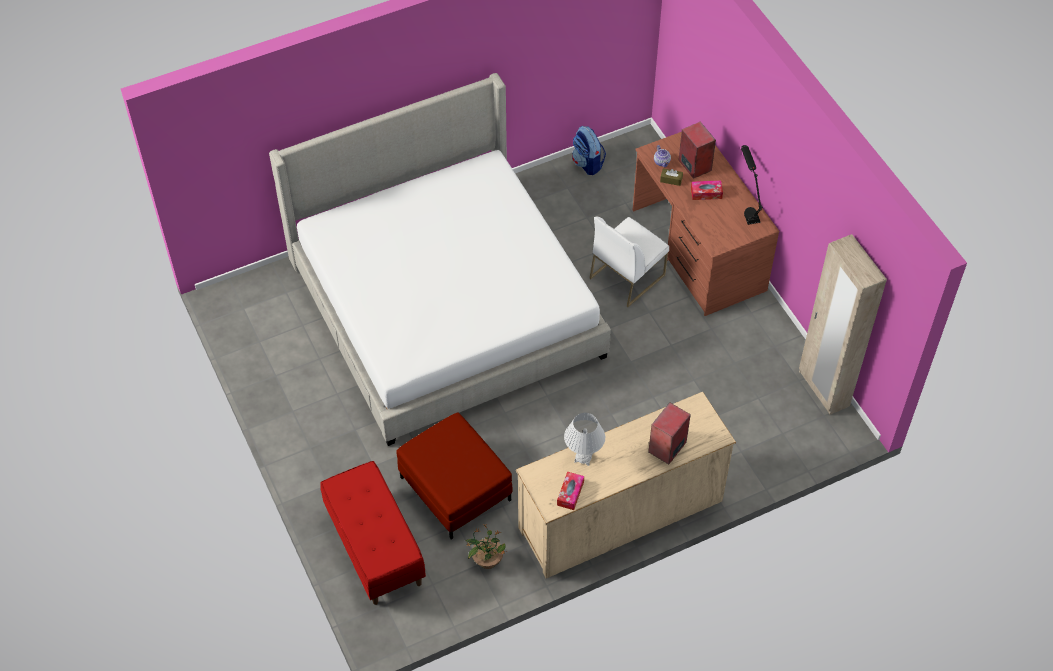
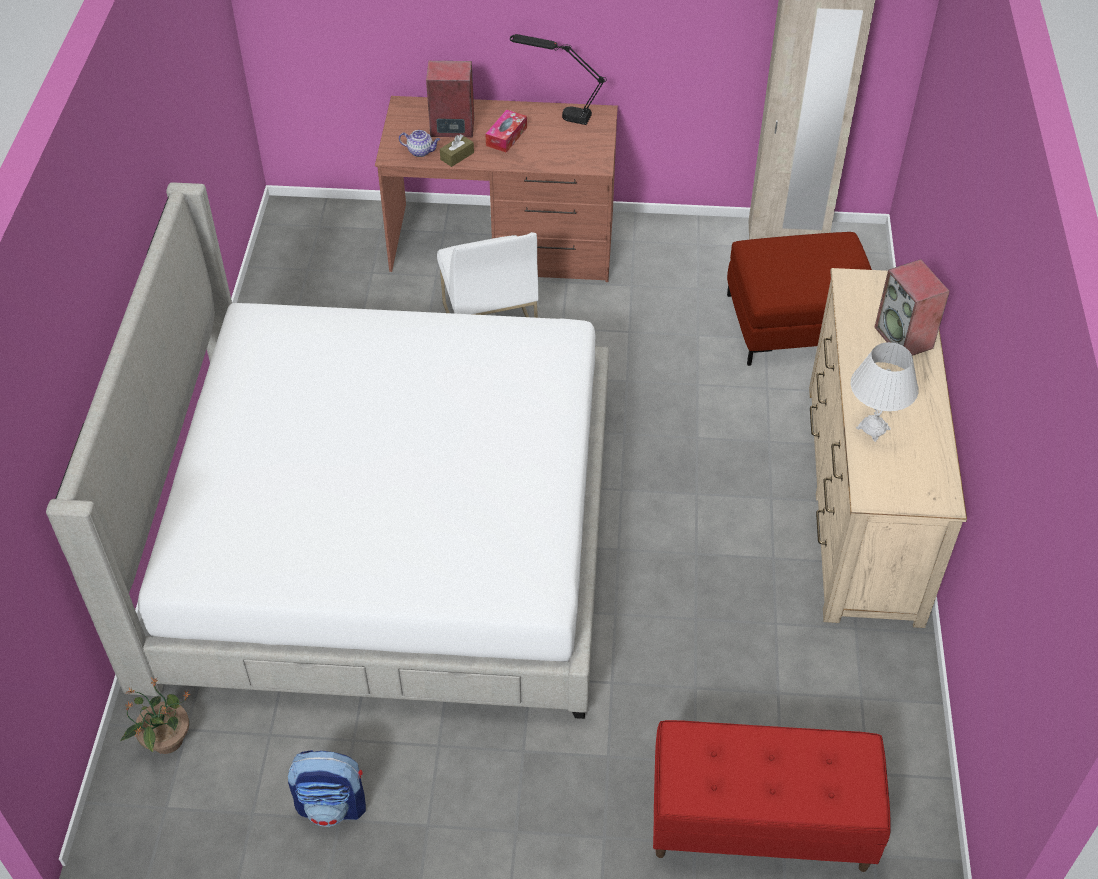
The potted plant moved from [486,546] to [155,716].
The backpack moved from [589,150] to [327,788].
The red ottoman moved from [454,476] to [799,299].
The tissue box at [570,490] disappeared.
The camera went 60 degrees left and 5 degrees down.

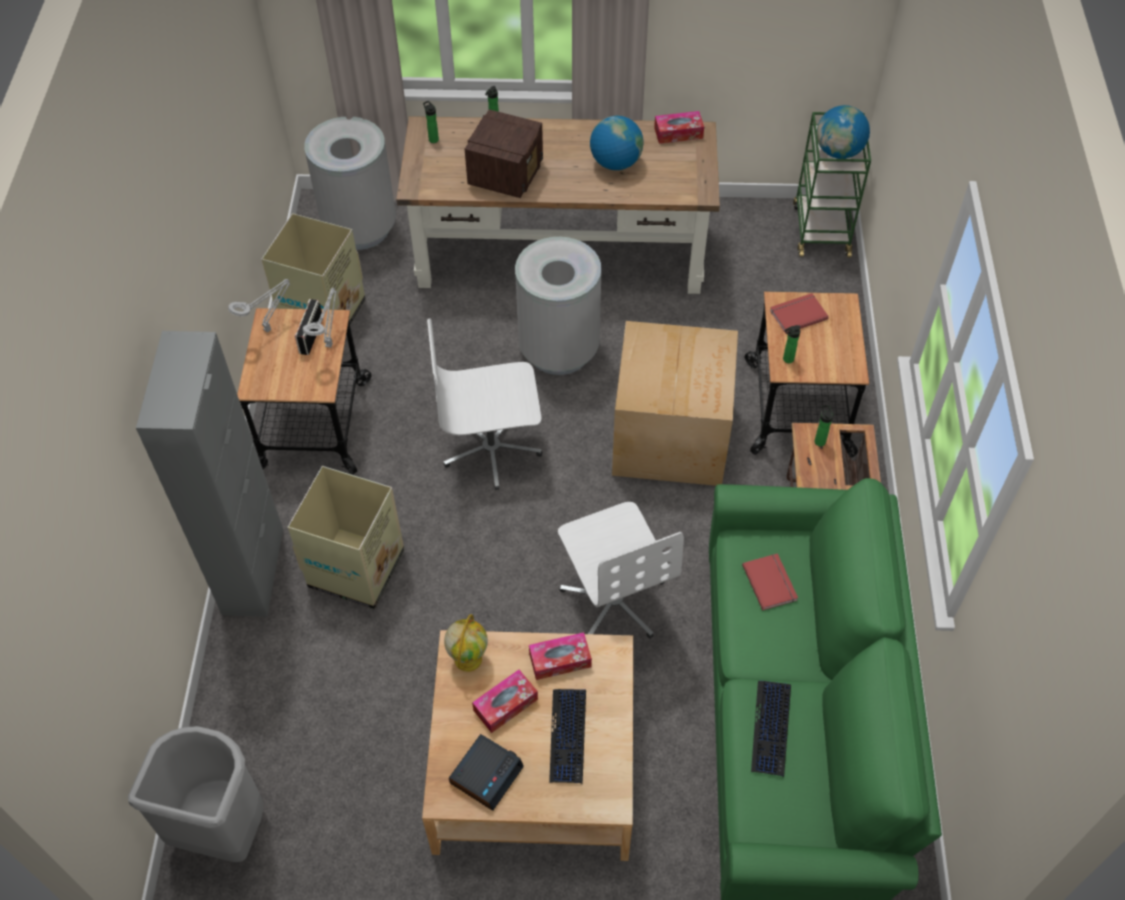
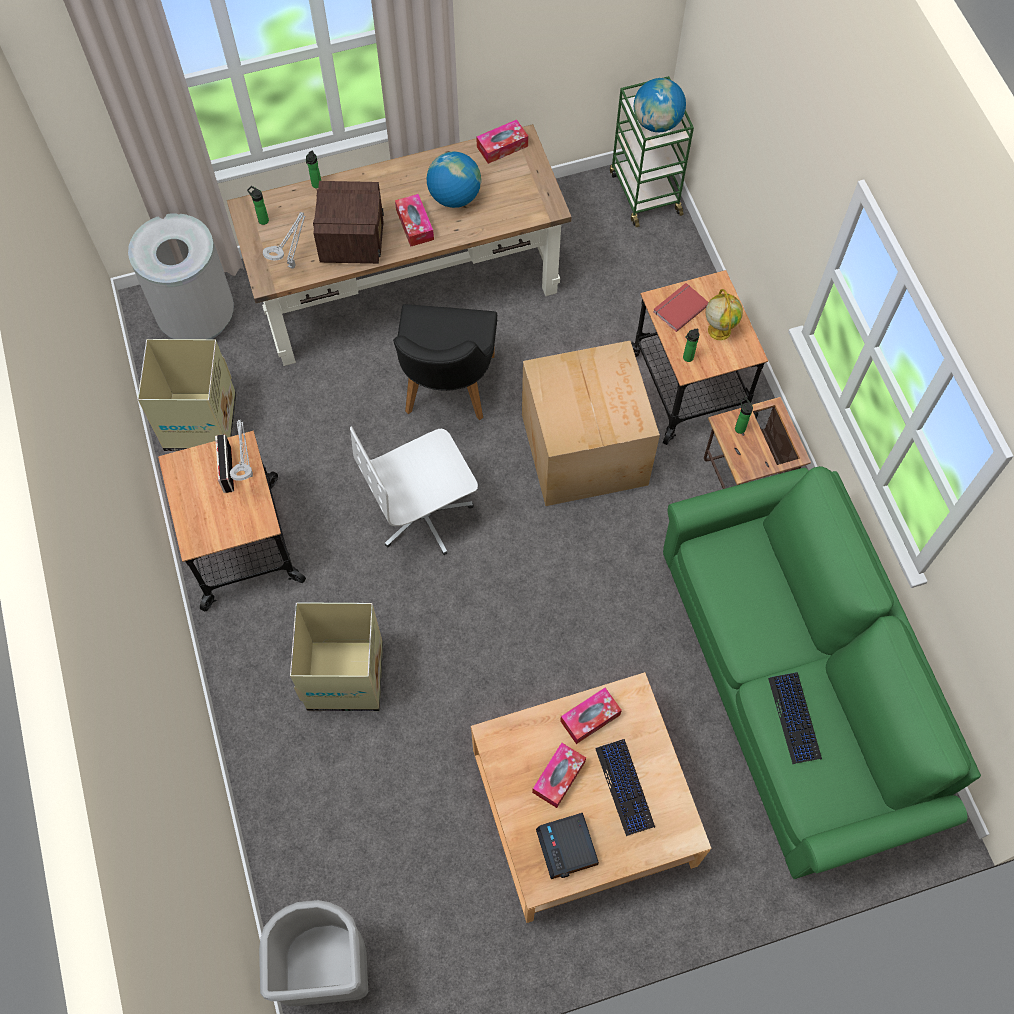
The grey table lamp moved from [259,306] to [284,240].
The grey trash can at [558,306] was replaced by the black chair at [445,362].
The tissue box at [414,220] appeared.
The alarm clock at [486,772] turned 150 degrees clockwise.
The globe moved from [466,643] to [724,315].
The grey cabinet at [209,474] disappeared.
The white office chair at [621,570] disappeared.
The red book at [770,582] disappeared.
The camera went 20 degrees left and 10 degrees up.

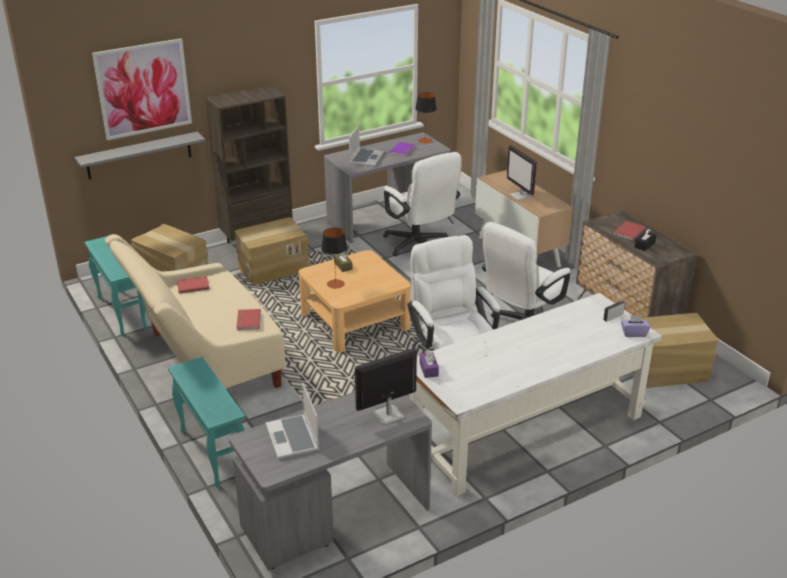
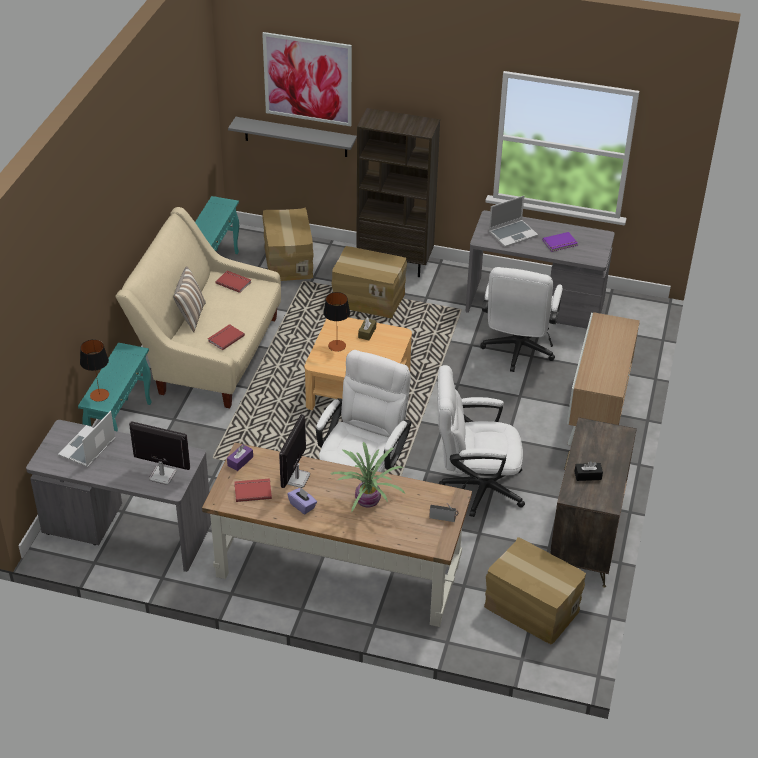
The table lamp moved from [426,118] to [94,370].
The pillow at [189,299] appeared.
The white desk at [535,394] became the brown desk at [337,535].
The red book moved from [629,231] to [253,490].
The monitor moved from [522,173] to [294,451].
The purple tissue box moved from [636,326] to [302,501].
The potted plant at [367,477] appeared.
The camera went 45 degrees right and 10 degrees up.

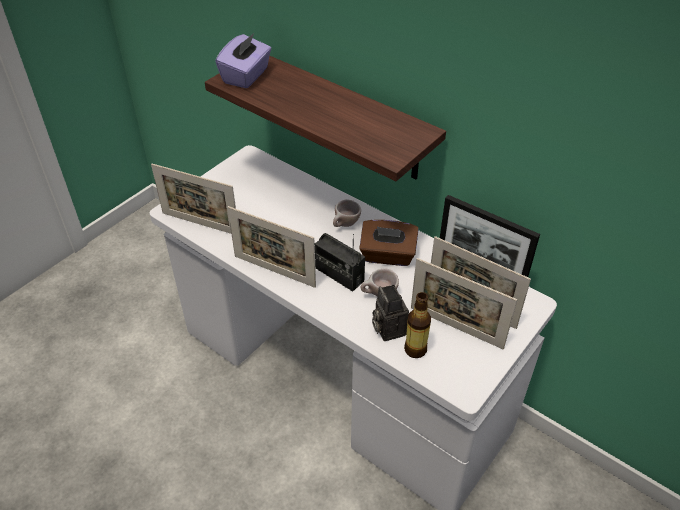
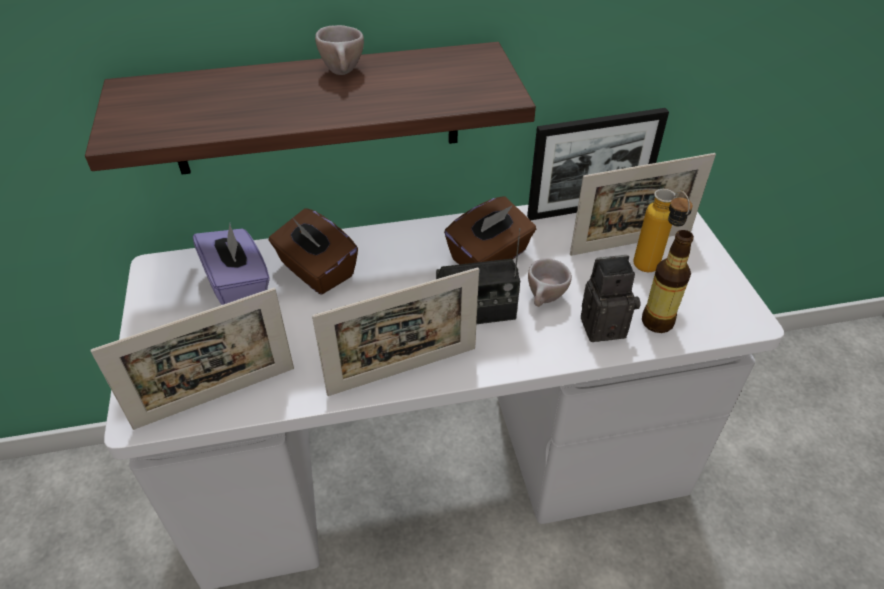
The purple tissue box moved from [243,60] to [231,264].
The brown tissue box at [313,251] appeared.
The beige cup moved from [347,213] to [339,50].
The photo camera at [390,313] turned 150 degrees clockwise.
The picture frame at [464,303] was replaced by the bottle at [663,230].
The camera went 50 degrees left and 0 degrees up.

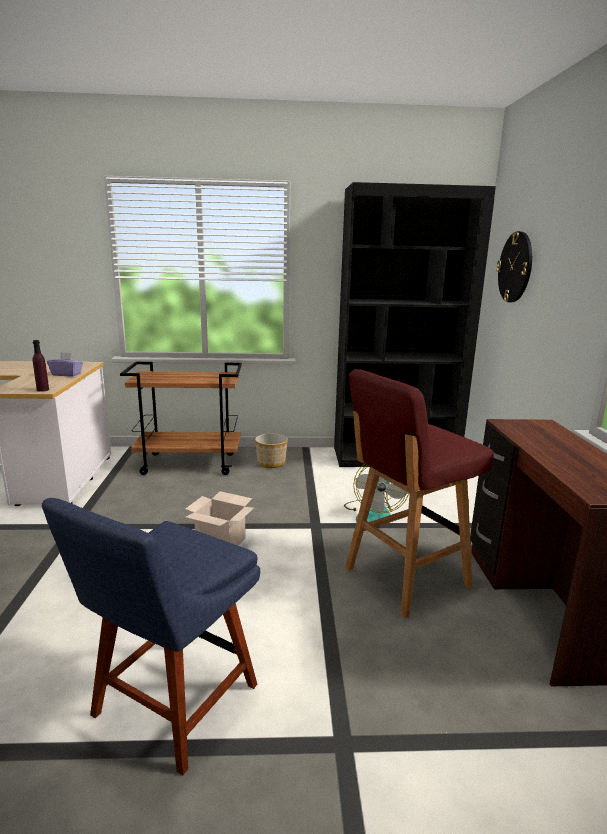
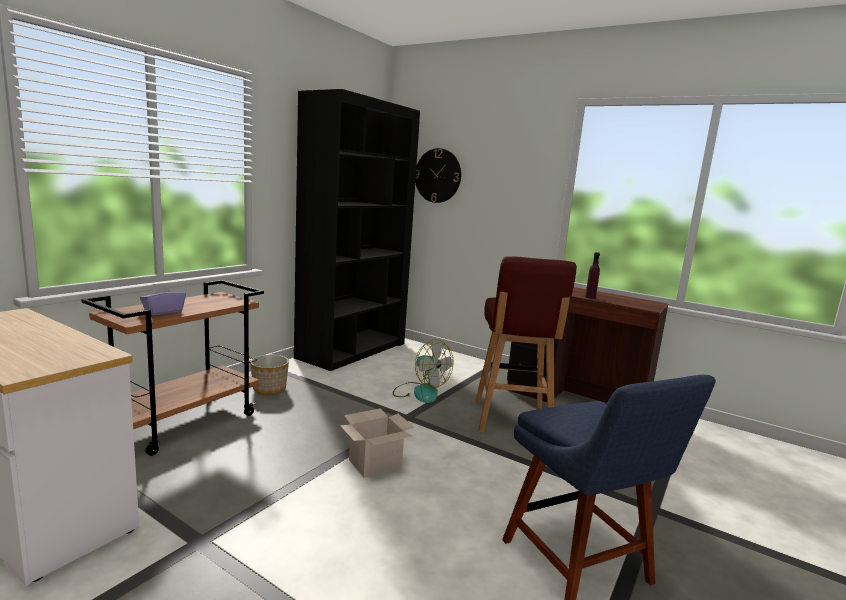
The purple tissue box moved from [65,364] to [163,298].
The purple bottle moved from [41,366] to [592,275].
The camera went 55 degrees left and 5 degrees down.

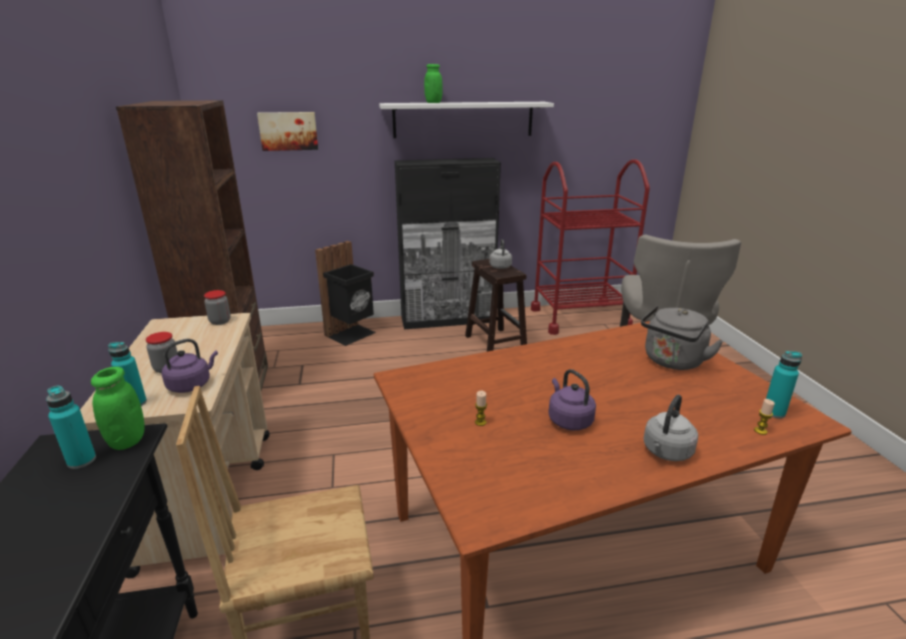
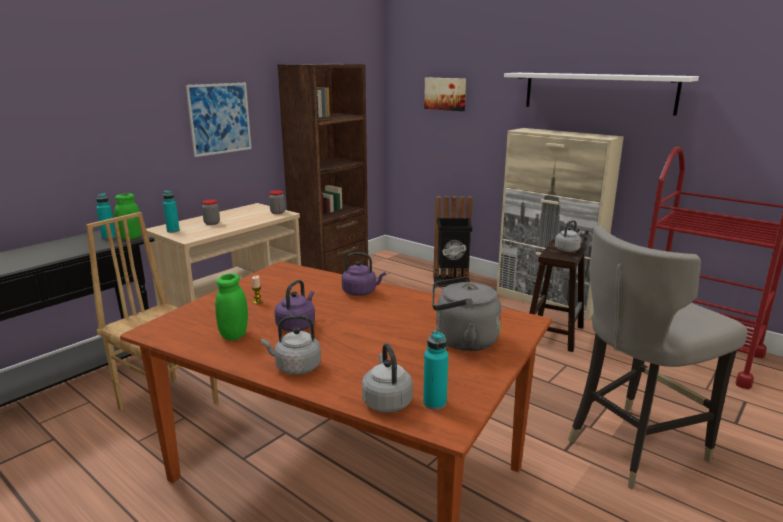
The picture at [218,120] appeared.
The green jar moved from [433,83] to [231,307].
The purple kettle moved from [190,366] to [364,274].
The candle at [764,417] was replaced by the grey kettle at [387,378].
The black cabinet at [447,243] became the beige cabinet at [560,224].
The camera went 50 degrees right and 5 degrees down.

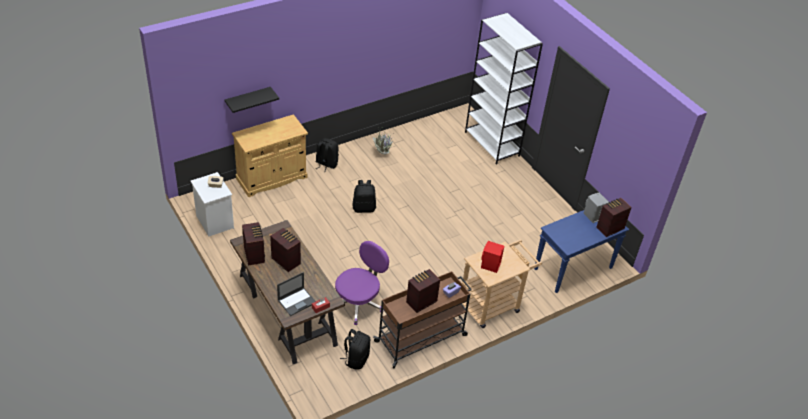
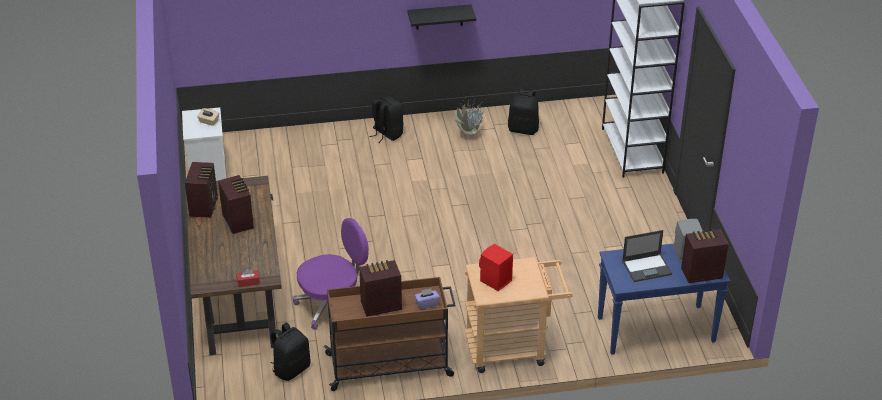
The black shelf moved from [252,100] to [441,17].
The black backpack moved from [364,196] to [523,112].
The laptop moved from [296,294] to [647,256].
The beige cabinet at [270,155] disappeared.
The camera went 25 degrees right and 5 degrees down.

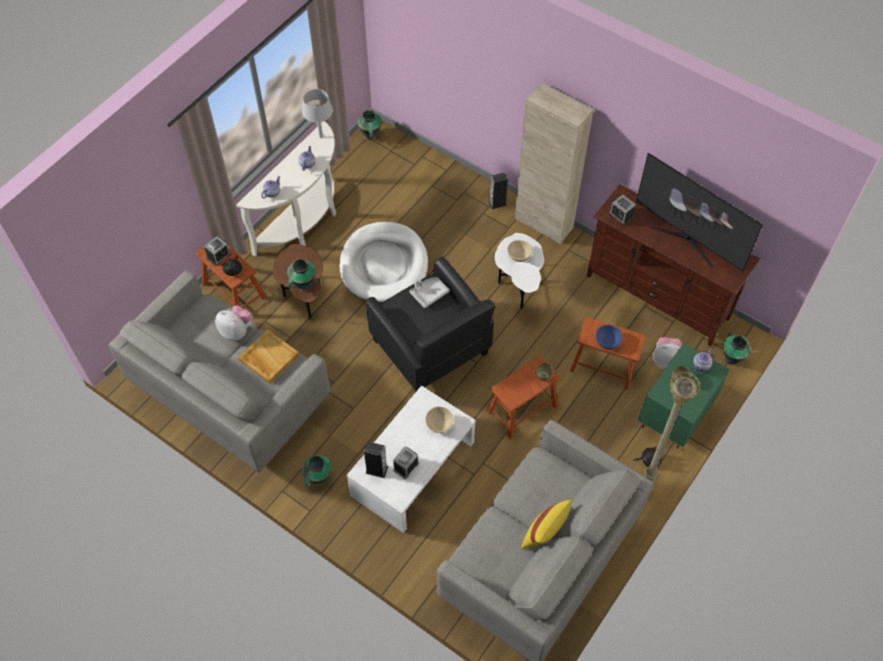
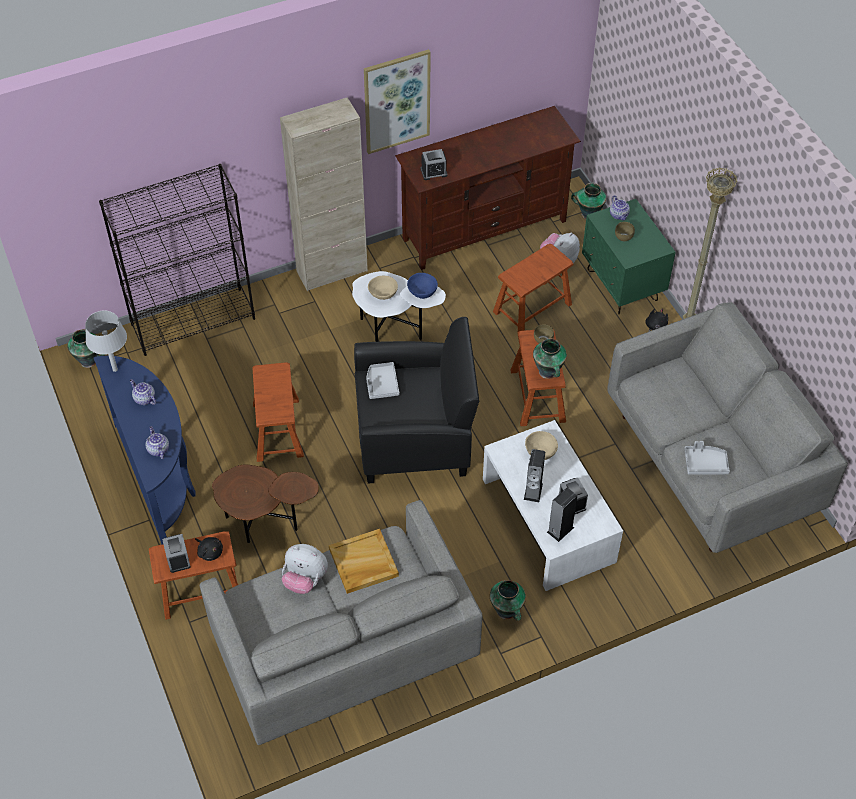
The white console table at [286,189] became the blue console table at [145,450].
The black bookcase at [177,260] appeared.
The white dog bed at [384,262] was replaced by the brown stool at [278,412].
The plush toy at [234,323] turned 135 degrees counterclockwise.
The picture at [397,101] appeared.
The blue bowl moved from [609,337] to [422,286].
The speaker moved from [498,190] to [534,475].
The vase moved from [301,275] to [550,358].
The grey tray at [707,458] appeared.
The yellow pillow at [546,524] disappeared.
The television at [699,212] disappeared.
The camera went 60 degrees left and 5 degrees down.

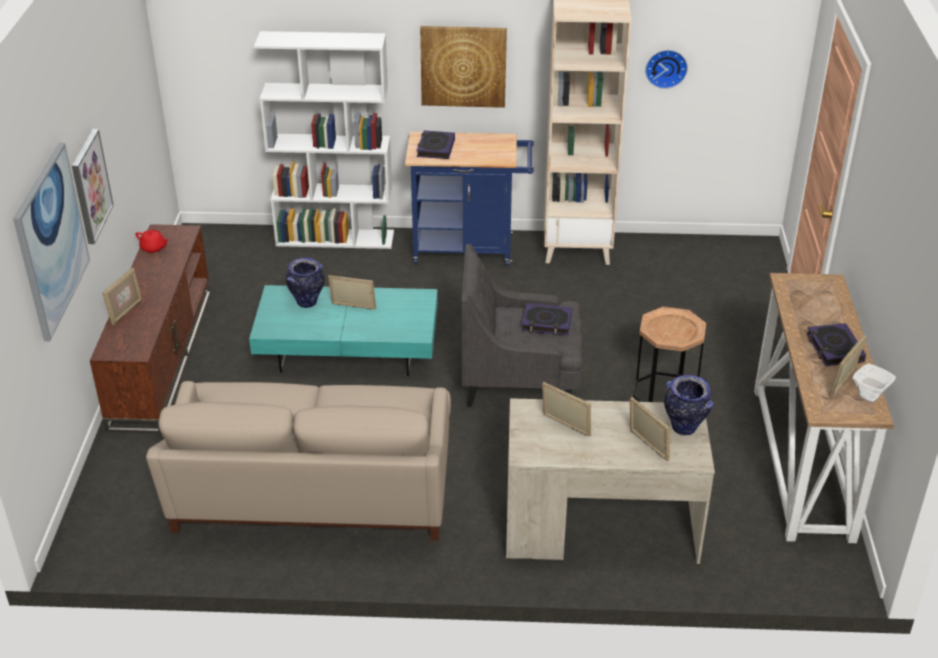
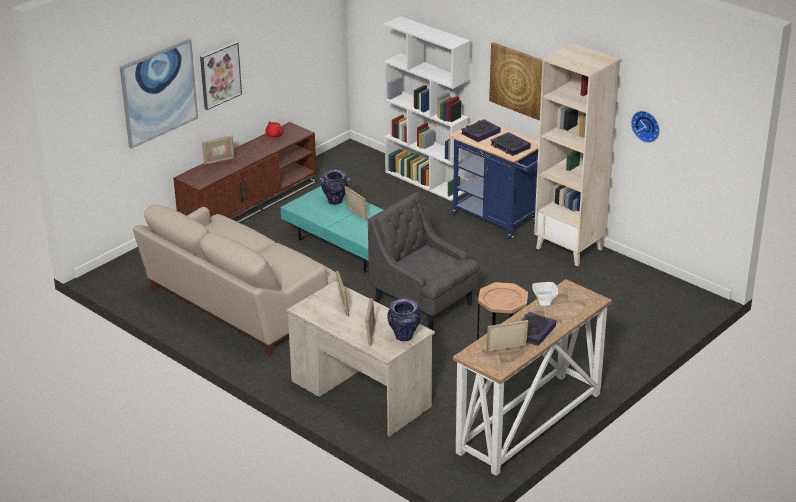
The book moved from [546,319] to [510,144].
The bowl moved from [874,383] to [545,294].
The camera went 40 degrees right and 5 degrees down.

